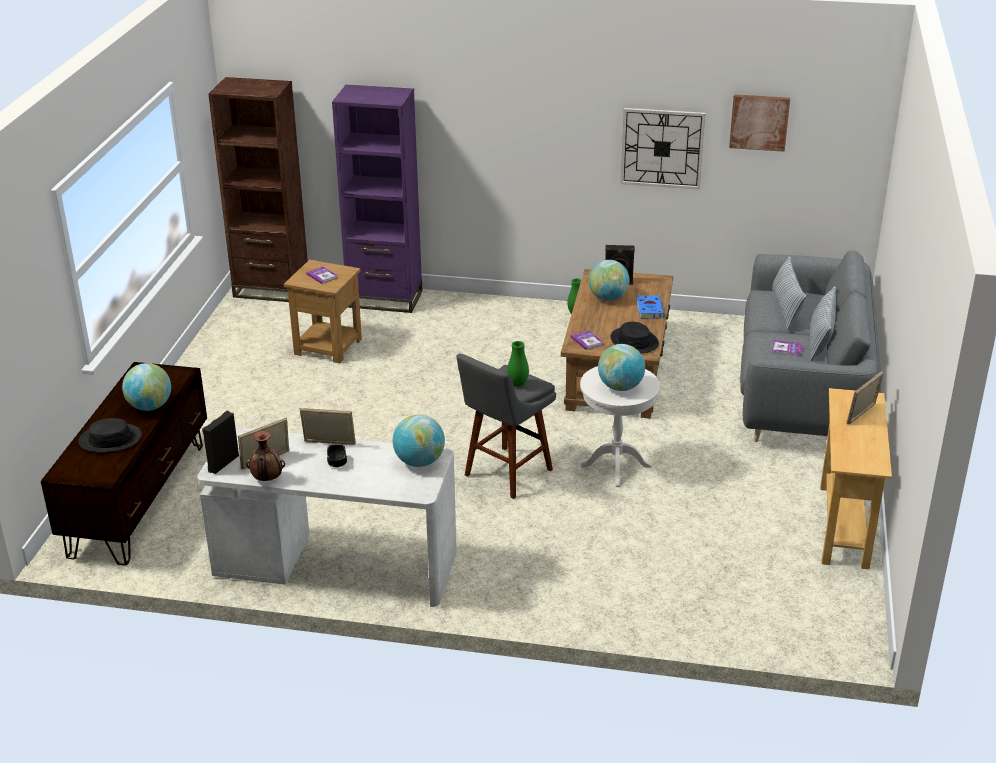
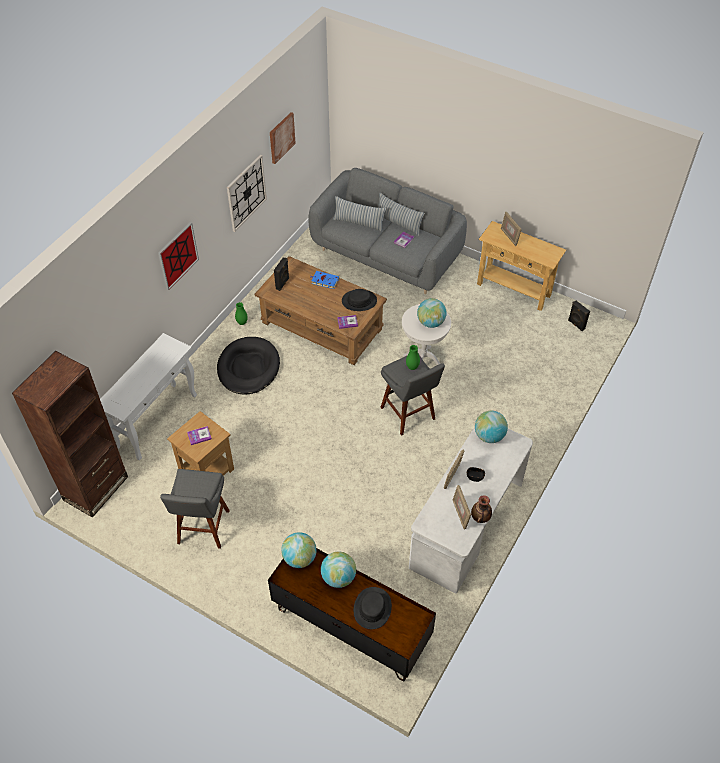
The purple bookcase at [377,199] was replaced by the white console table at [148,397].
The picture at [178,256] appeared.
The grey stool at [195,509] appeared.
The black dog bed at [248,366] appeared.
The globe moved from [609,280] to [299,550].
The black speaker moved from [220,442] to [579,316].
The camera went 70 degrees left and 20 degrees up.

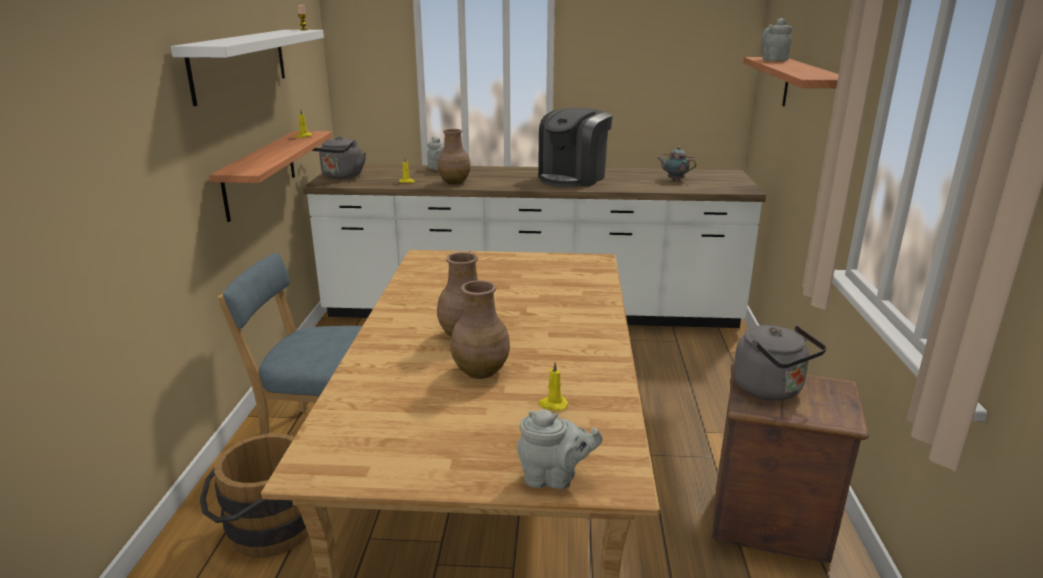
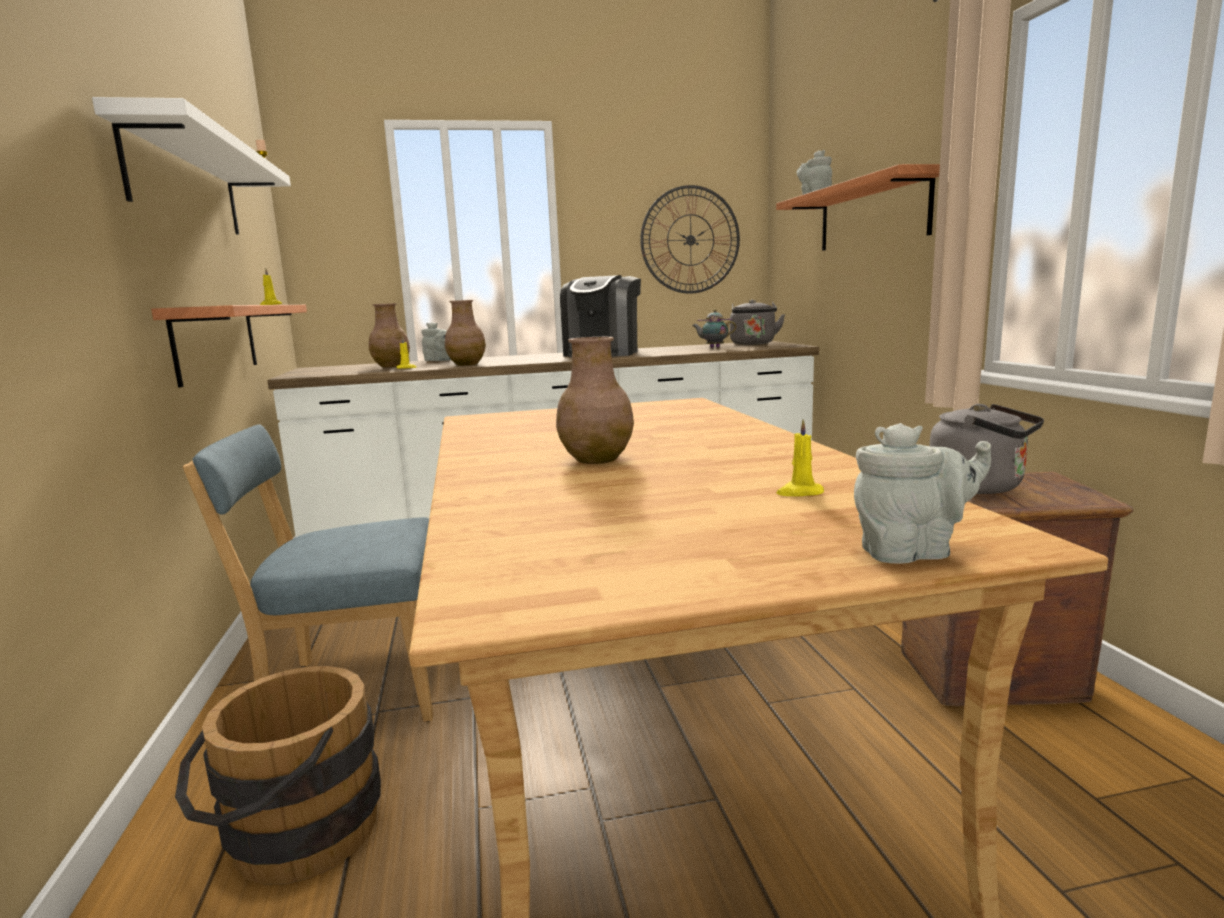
The brown vase moved from [480,329] to [389,335].
The wall clock at [690,239] appeared.
The grey kettle moved from [339,157] to [757,322].
The camera went 15 degrees left and 10 degrees down.

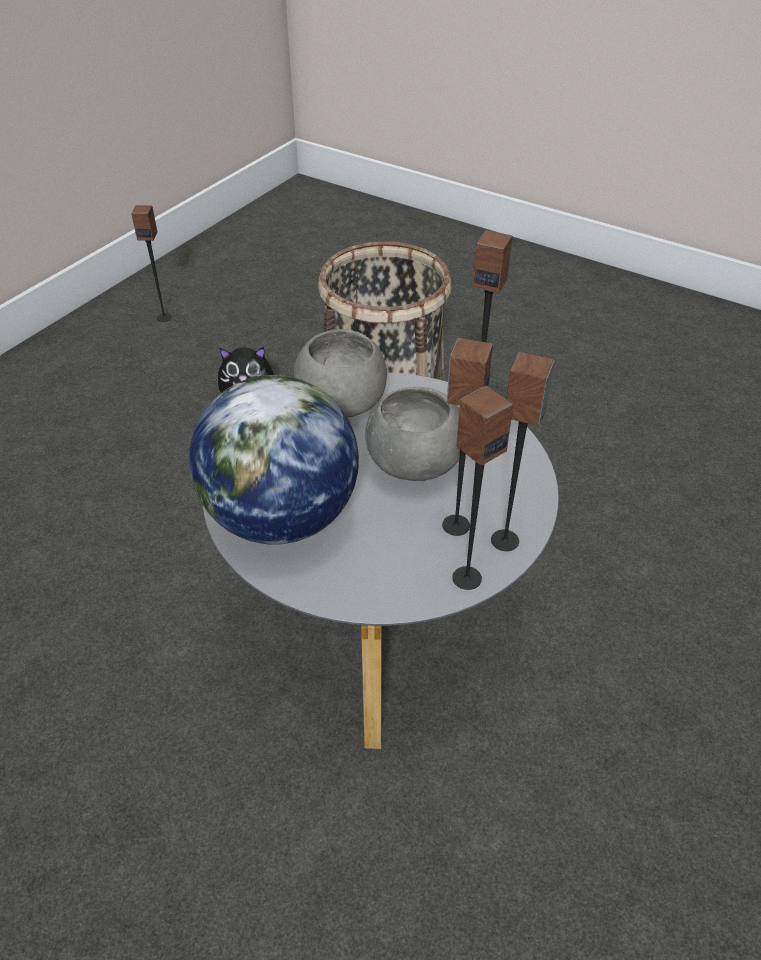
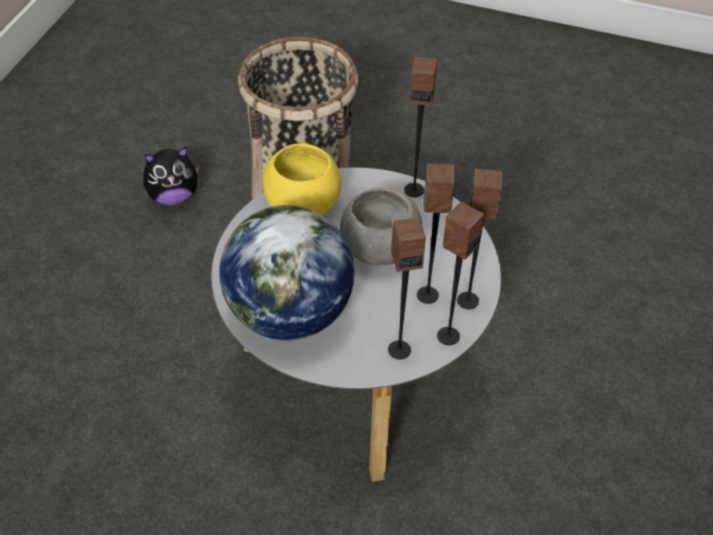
The grey bowl at [340,373] became the yellow bowl at [302,179].
The speaker moved from [151,263] to [407,288].
The camera went 15 degrees left and 5 degrees up.

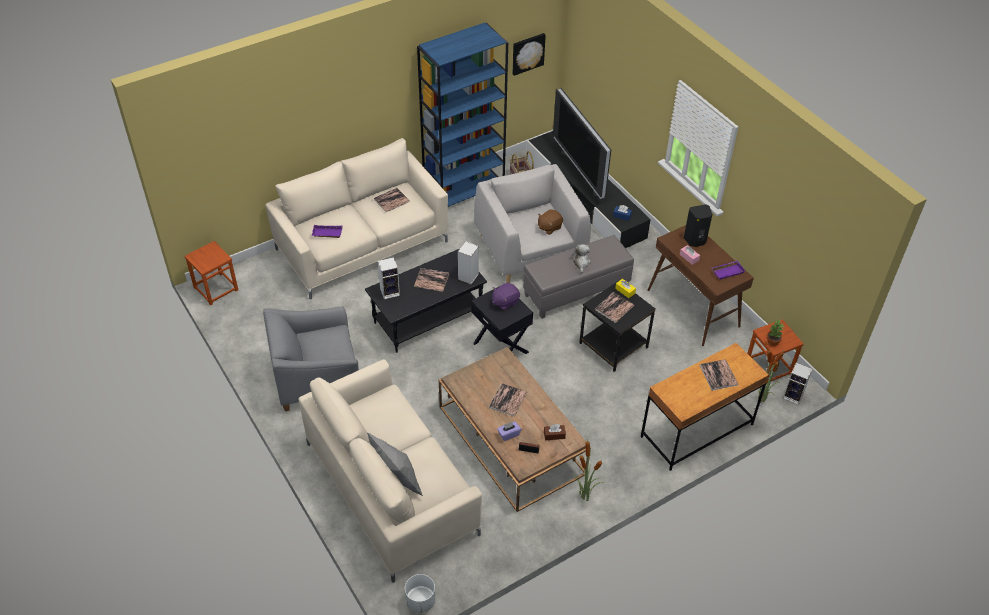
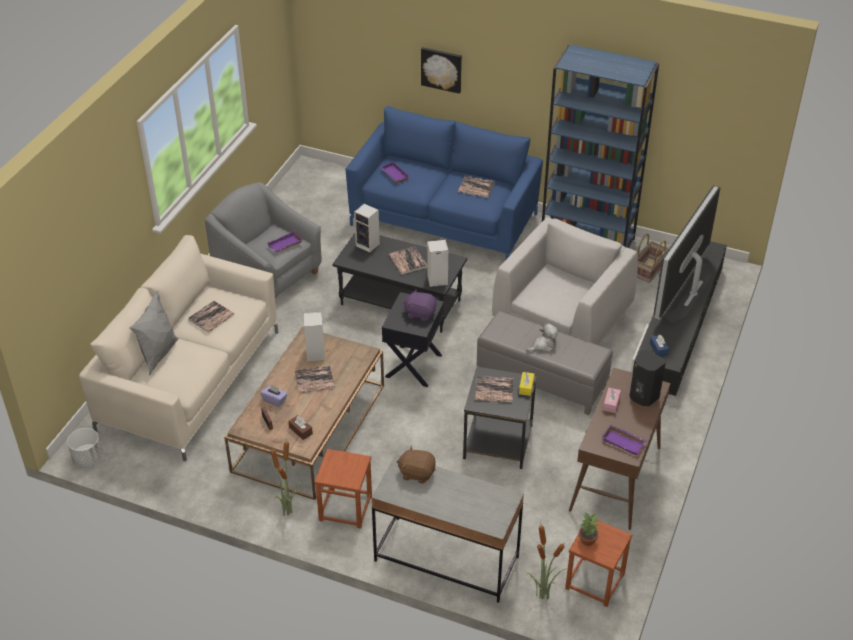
The book moved from [719,375] to [211,316].
The purple tray at [285,241] appeared.
The speaker moved from [797,383] to [314,337].
The brown stool moved from [211,273] to [343,489].
The beige sofa at [356,218] became the blue sofa at [444,182].
The brown desk at [705,407] became the grey desk at [447,528].
The brown plush toy moved from [550,222] to [416,465].
The picture moved from [529,54] to [441,70].
The camera went 55 degrees right and 5 degrees down.

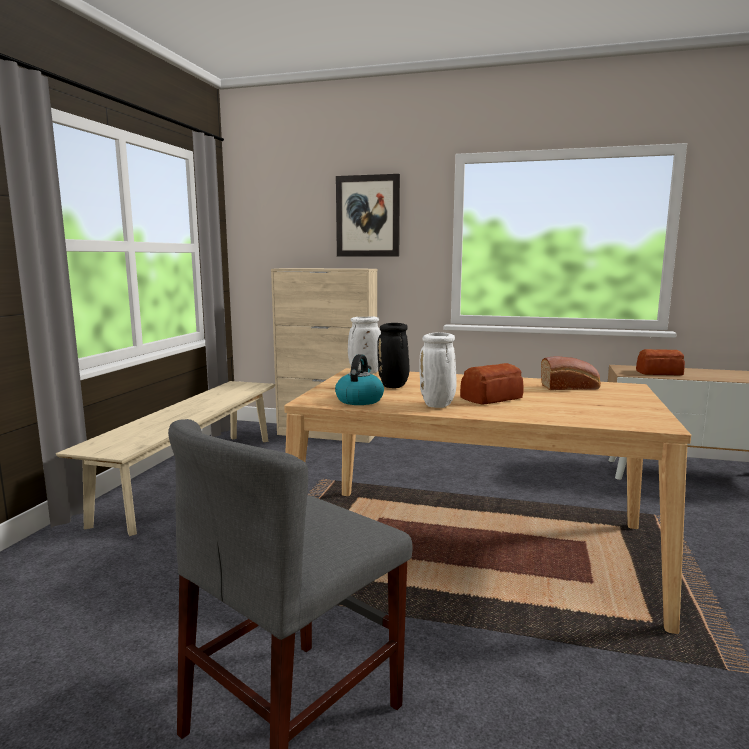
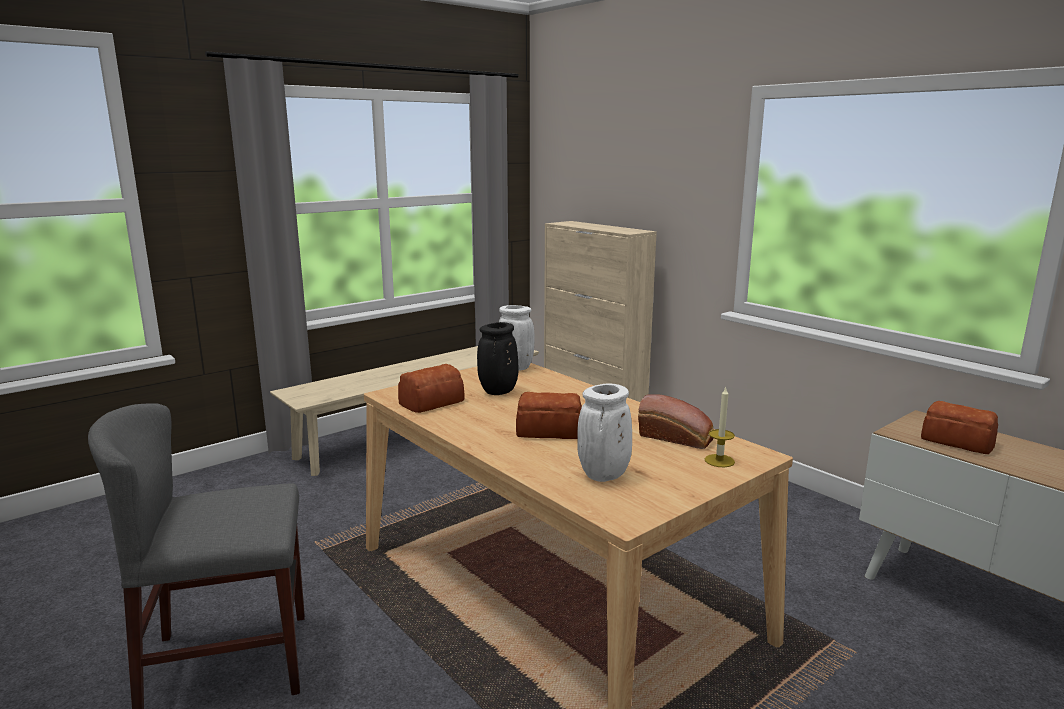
The kettle at [359,379] was replaced by the bread at [431,388].
The white vase moved from [438,370] to [604,432].
The candle at [720,427] appeared.
The picture at [368,215] disappeared.
The camera went 35 degrees right and 5 degrees up.

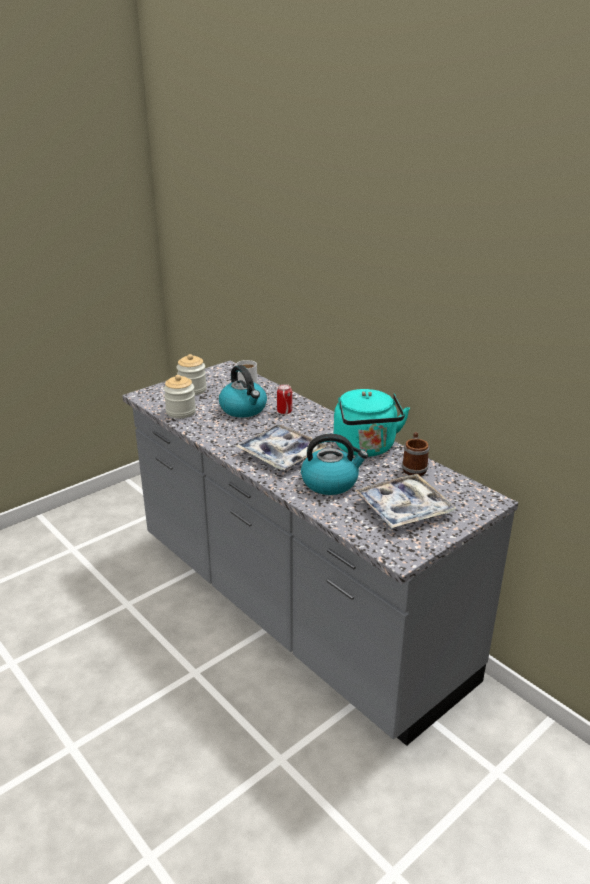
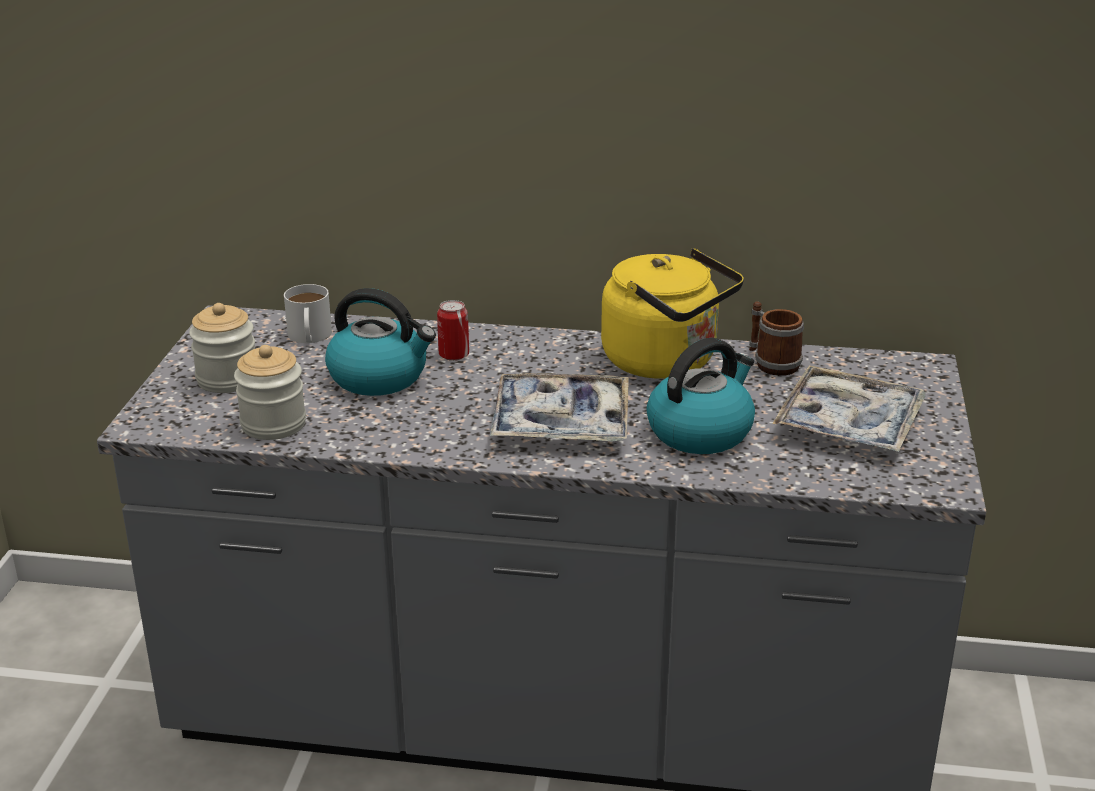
The turquoise kettle at [372,423] became the yellow kettle at [672,313].
The camera went 40 degrees left and 0 degrees up.

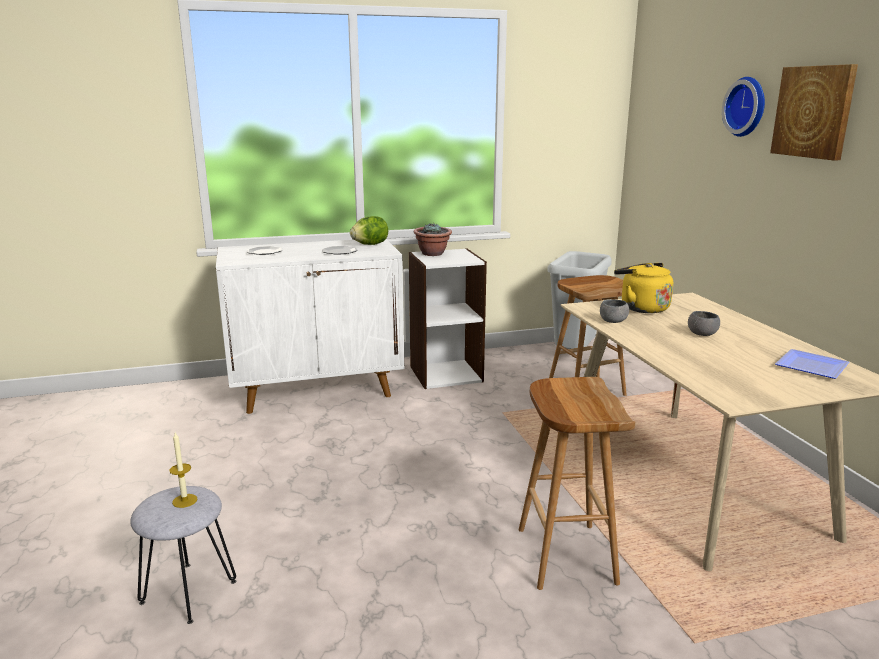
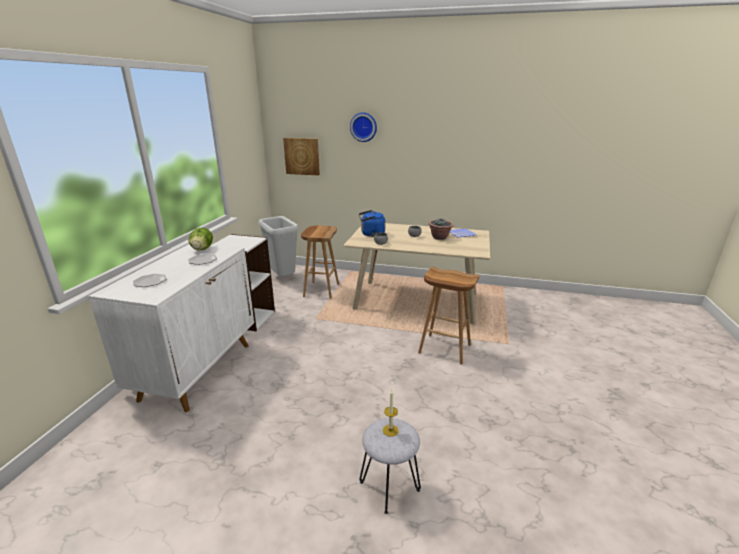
The picture moved from [814,112] to [301,156].
The yellow kettle at [643,288] became the blue kettle at [372,223].
The potted plant moved from [433,239] to [441,229].
The camera went 60 degrees left and 5 degrees up.

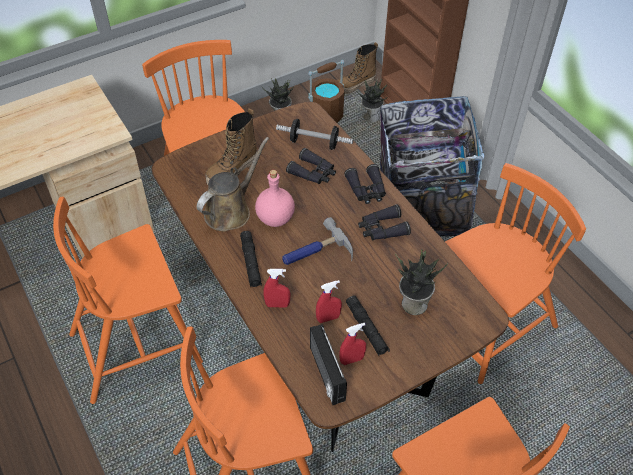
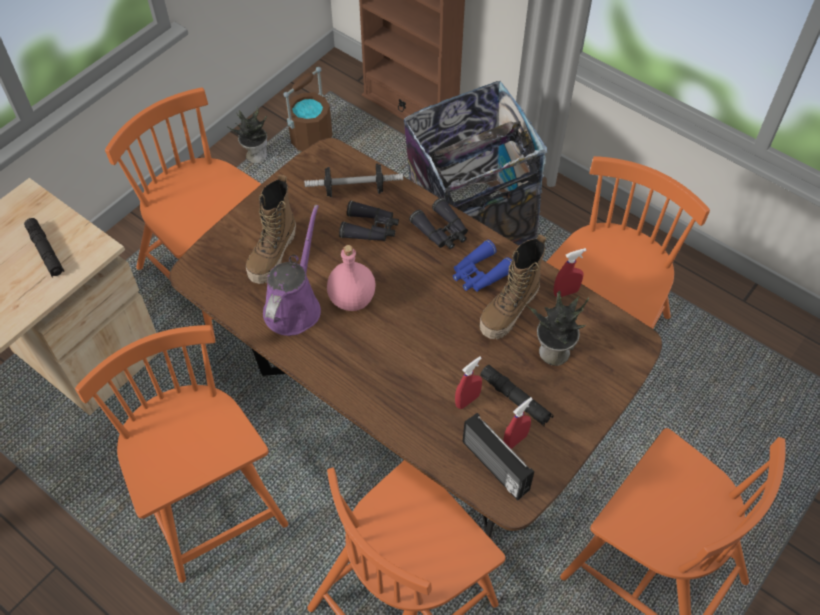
The black flashlight moved from [251,259] to [44,247].
The orange chair at [128,300] turned 105 degrees clockwise.
The brown watering can at [233,184] became the purple watering can at [292,270].
The black binoculars at [384,222] became the blue binoculars at [482,266].
The boot moved from [358,68] to [512,286].
The red spray bottle moved from [277,288] to [570,272].
The hammer at [317,241] disappeared.
The potted plant at [372,100] disappeared.
The camera went 20 degrees left and 5 degrees up.

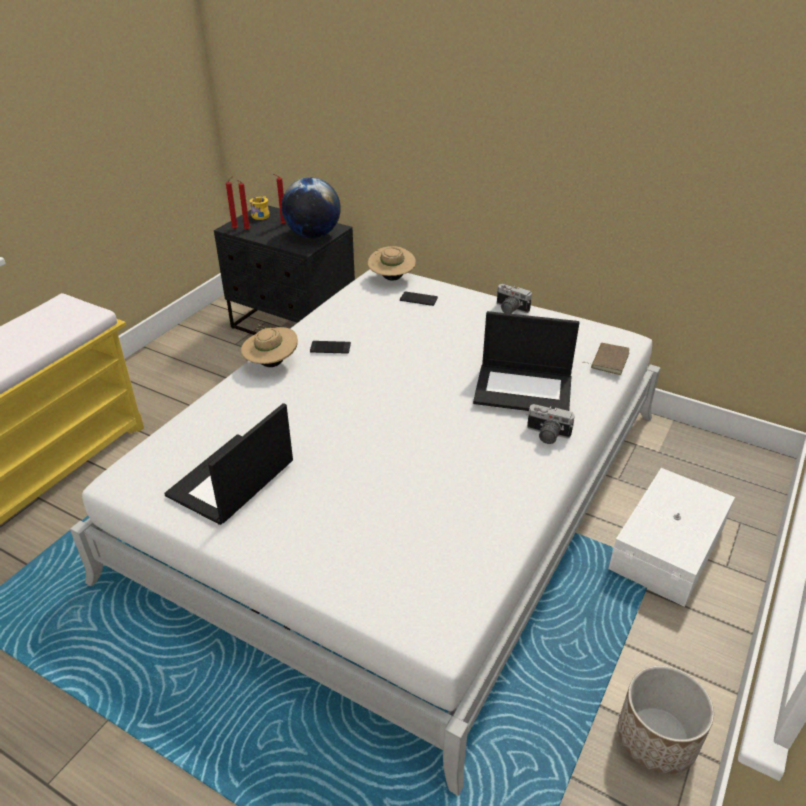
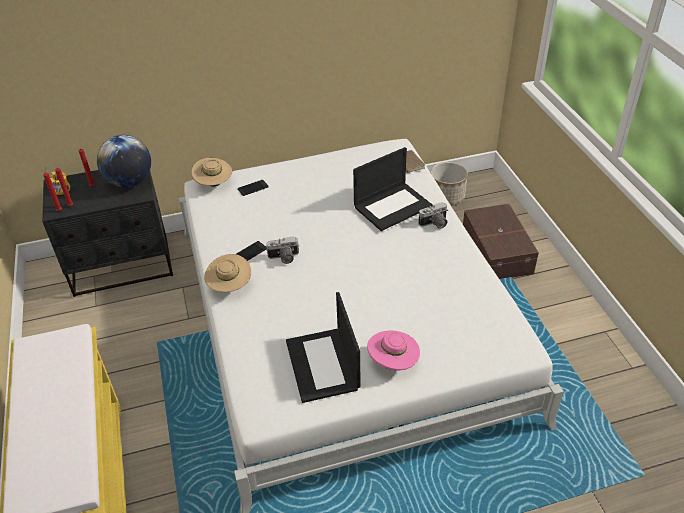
The photo camera moved from [514,299] to [282,250].
The pink hat at [393,350] appeared.
The planter moved from [666,720] to [449,184].
The white storage box at [671,537] became the brown storage box at [501,241].
The camera went 45 degrees left and 5 degrees up.

